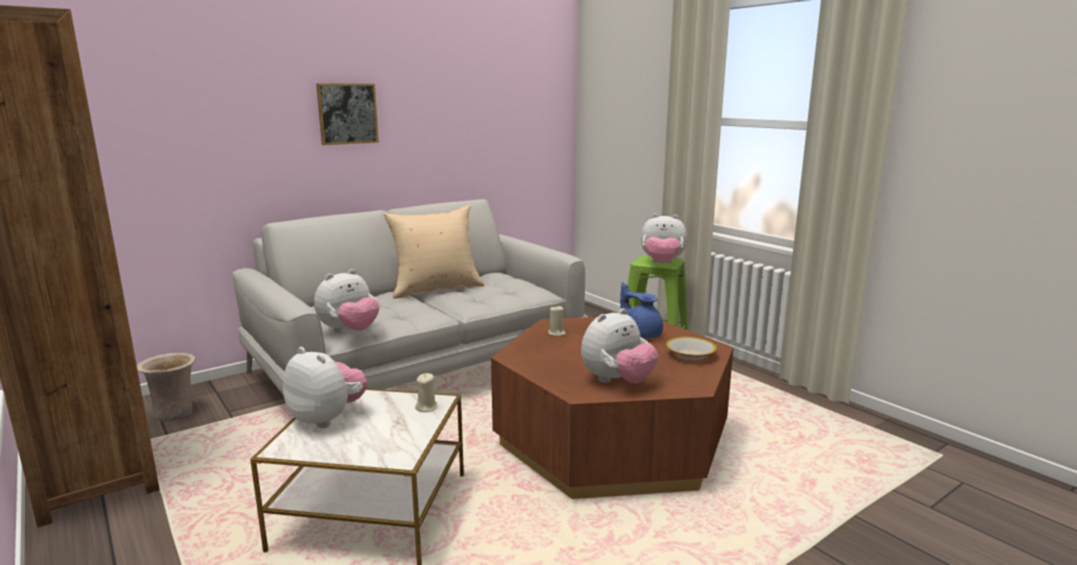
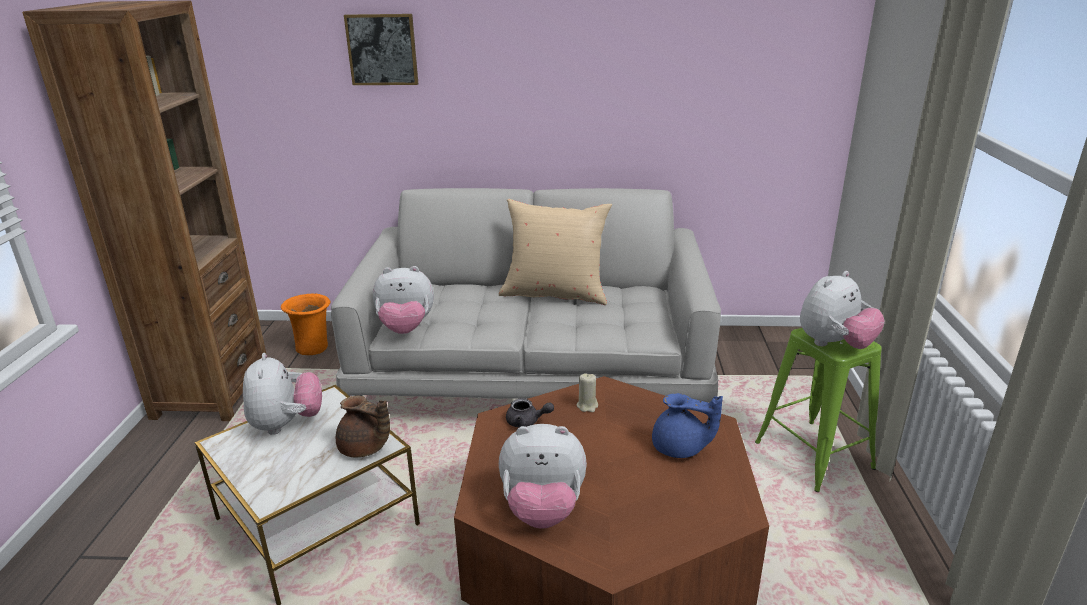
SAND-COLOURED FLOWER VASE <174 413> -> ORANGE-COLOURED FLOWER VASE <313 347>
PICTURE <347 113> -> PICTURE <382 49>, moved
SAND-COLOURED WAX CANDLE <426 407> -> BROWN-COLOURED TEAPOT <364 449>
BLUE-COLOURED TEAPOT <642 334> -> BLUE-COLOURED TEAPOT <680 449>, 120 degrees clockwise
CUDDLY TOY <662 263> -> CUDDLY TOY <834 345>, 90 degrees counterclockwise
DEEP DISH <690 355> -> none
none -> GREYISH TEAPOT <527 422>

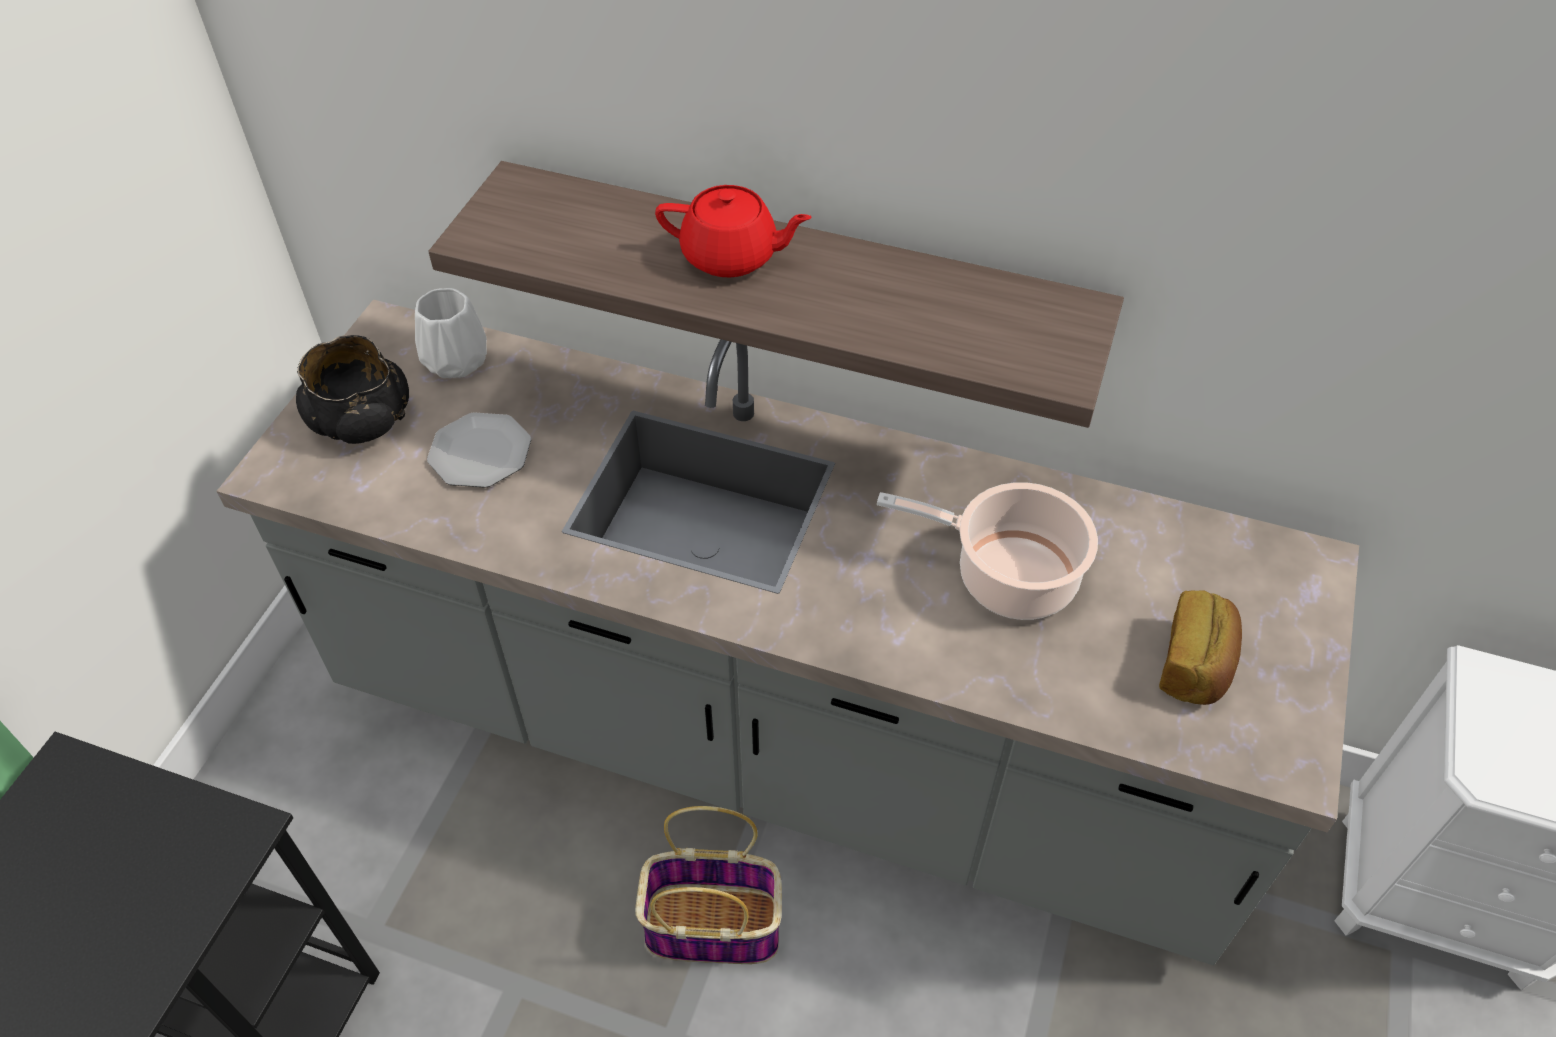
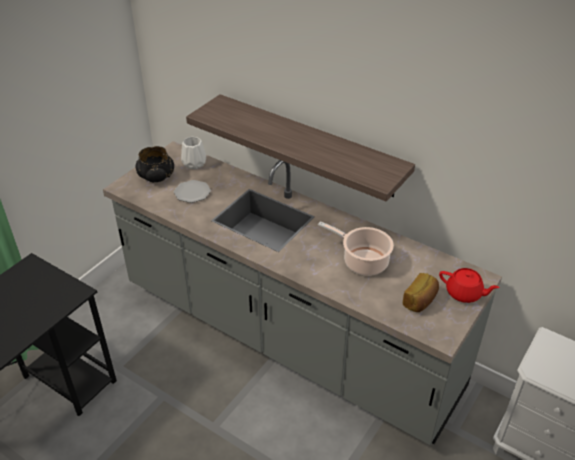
HOUSEHOLD BASKET <714 925> -> none
RED-COLOURED TEAPOT <731 256> -> RED-COLOURED TEAPOT <464 293>, moved

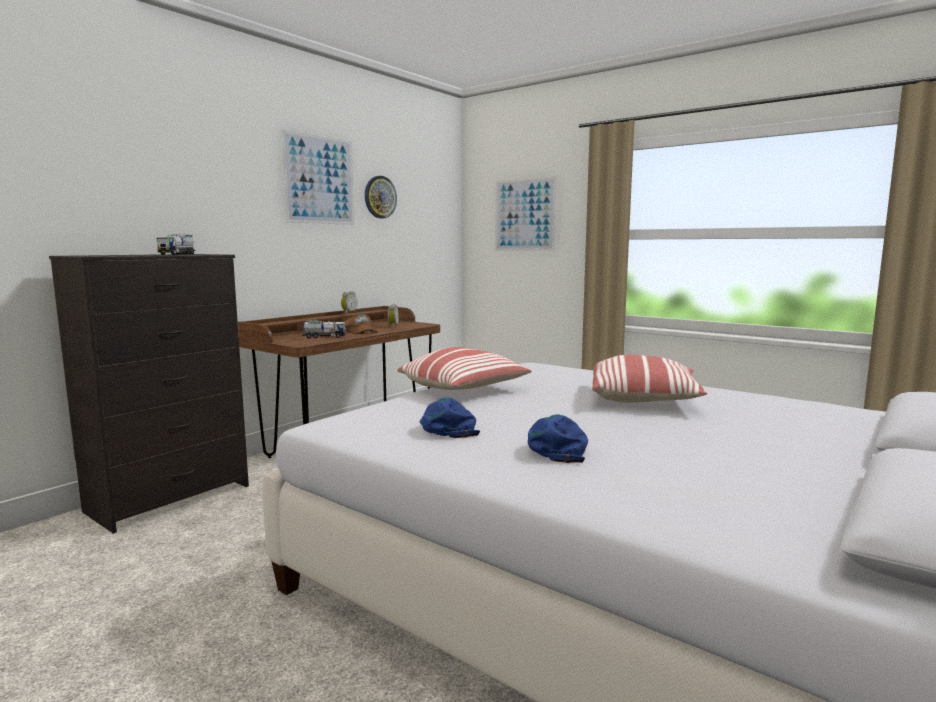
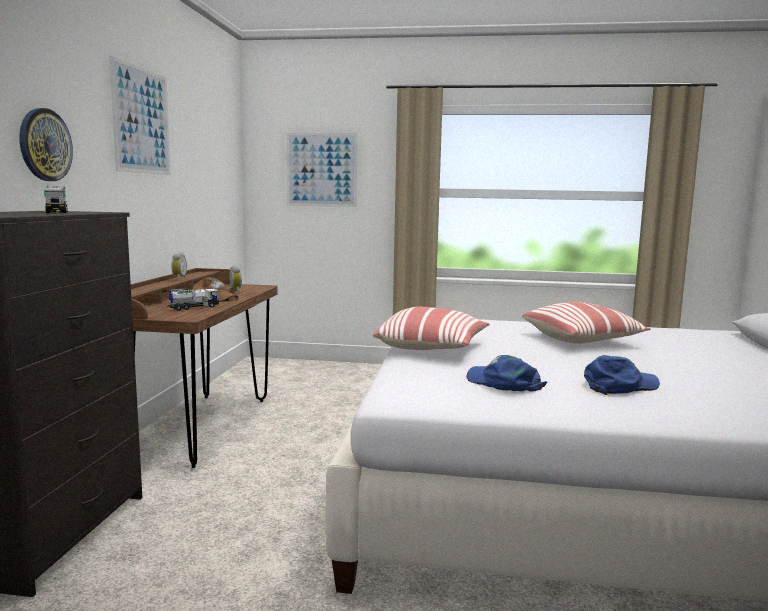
CLOCK ON THE WALL <380 197> -> CLOCK ON THE WALL <45 145>, moved
BLUE-COLOURED BASEBALL CAP <558 447> -> BLUE-COLOURED BASEBALL CAP <620 385>, 90 degrees clockwise

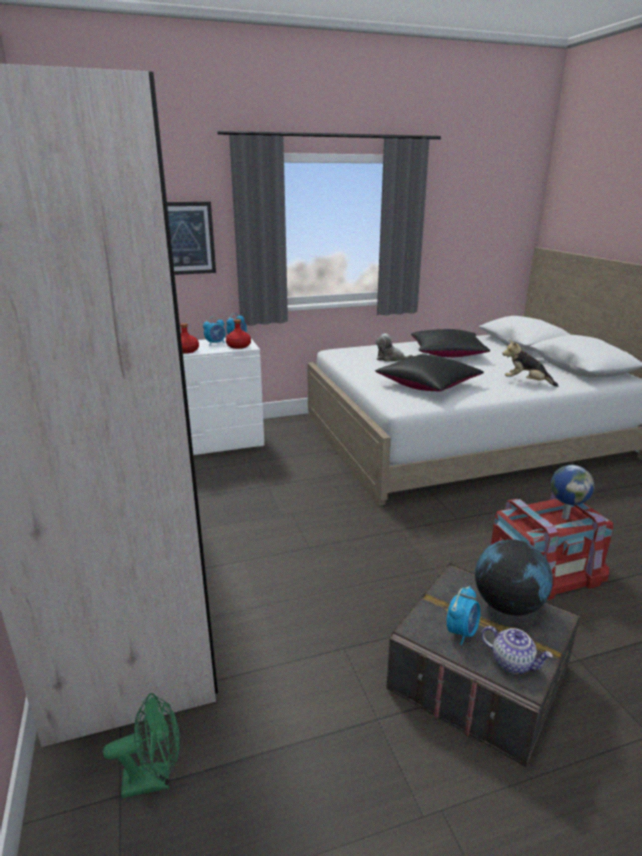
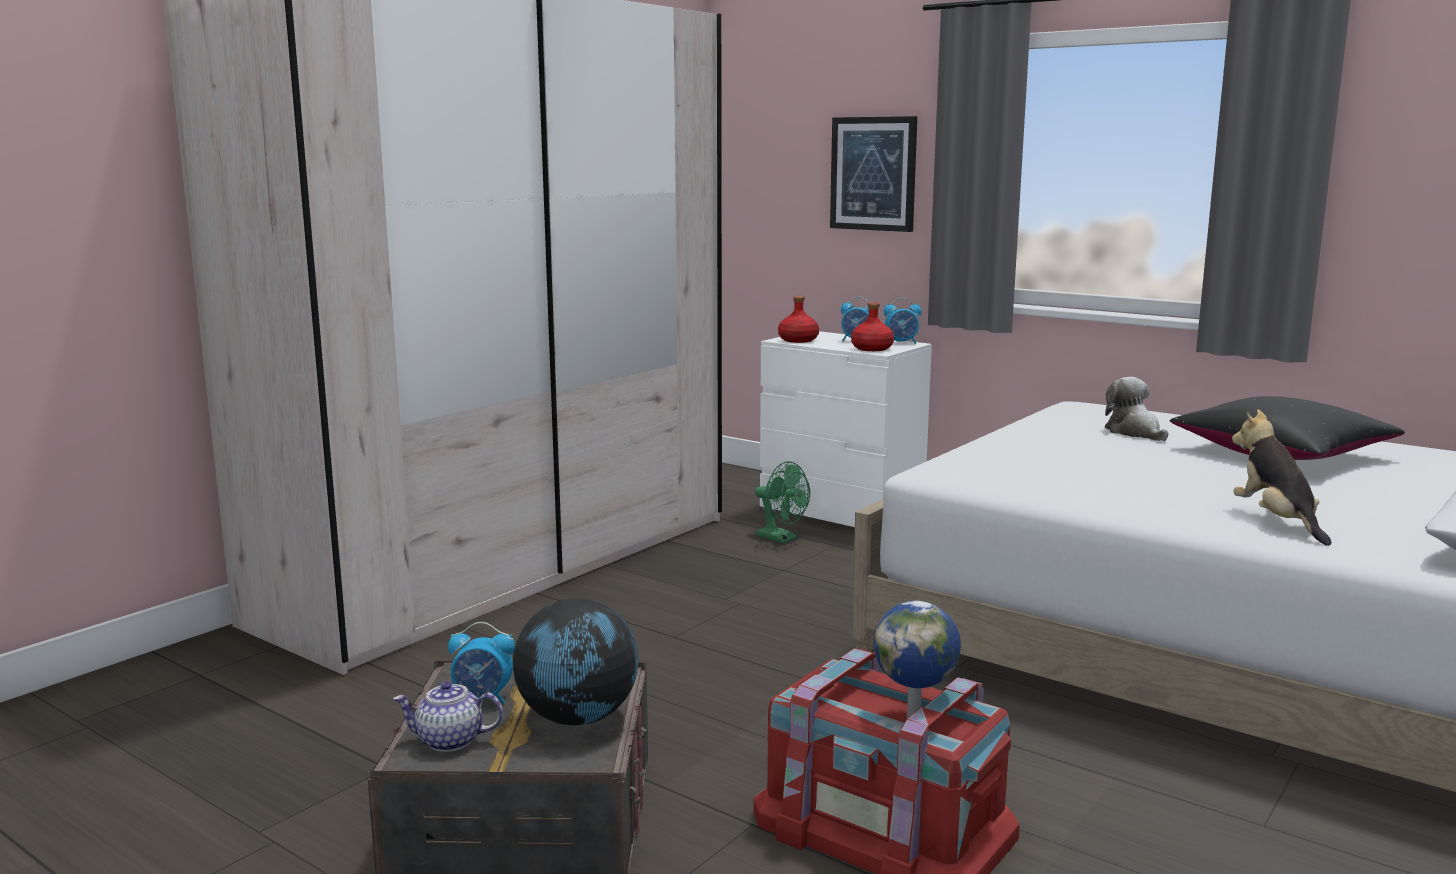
GREEN COOLING FAN <155 779> -> GREEN COOLING FAN <782 539>, moved
BLACK-COLOURED PILLOW <428 385> -> none
TEAPOT <512 662> -> TEAPOT <449 741>, 90 degrees clockwise

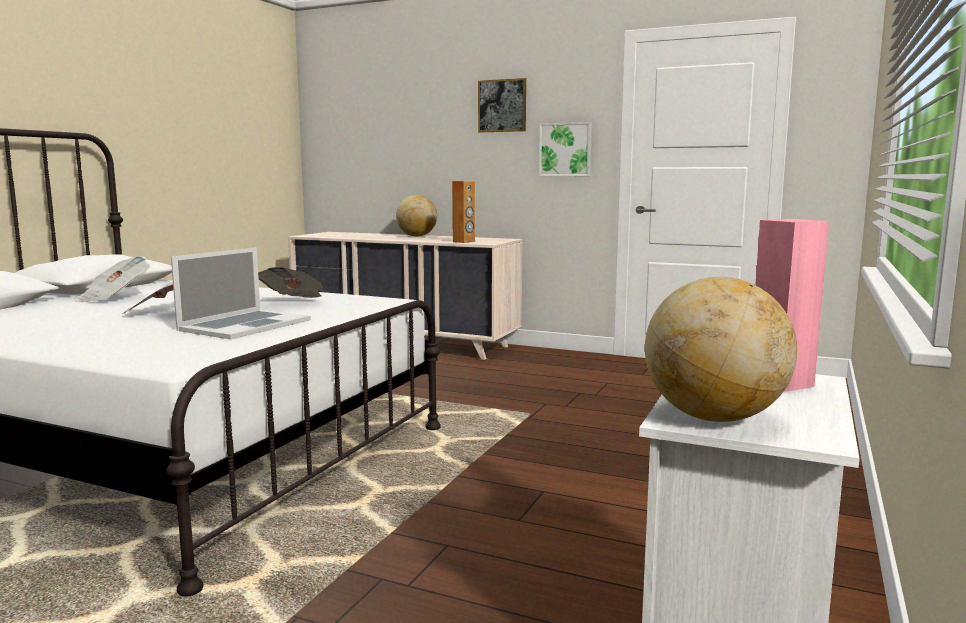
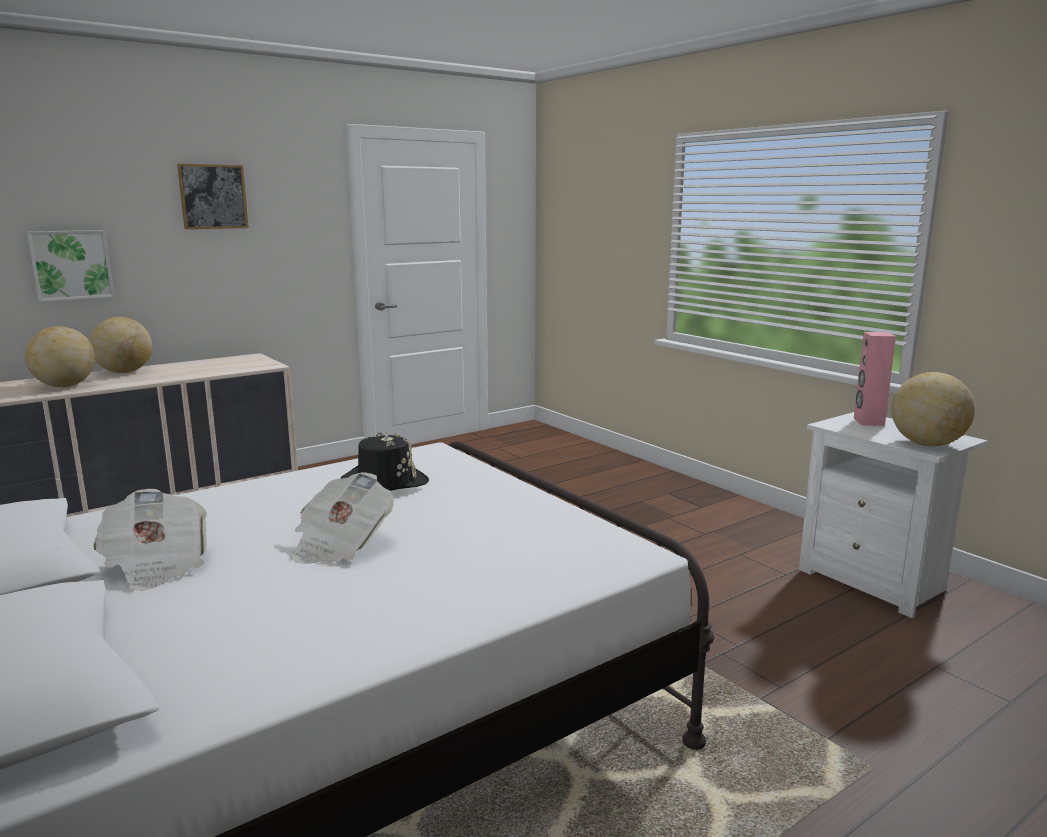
LAPTOP <245 325> -> none
NEWSPAPER <294 302> -> BLACK-COLOURED HAT <384 482>
BROWN-COLOURED LOUDSPEAKER <464 242> -> none
PICTURE <565 149> -> PICTURE <71 264>, moved
none -> WORLD GLOBE <65 386>

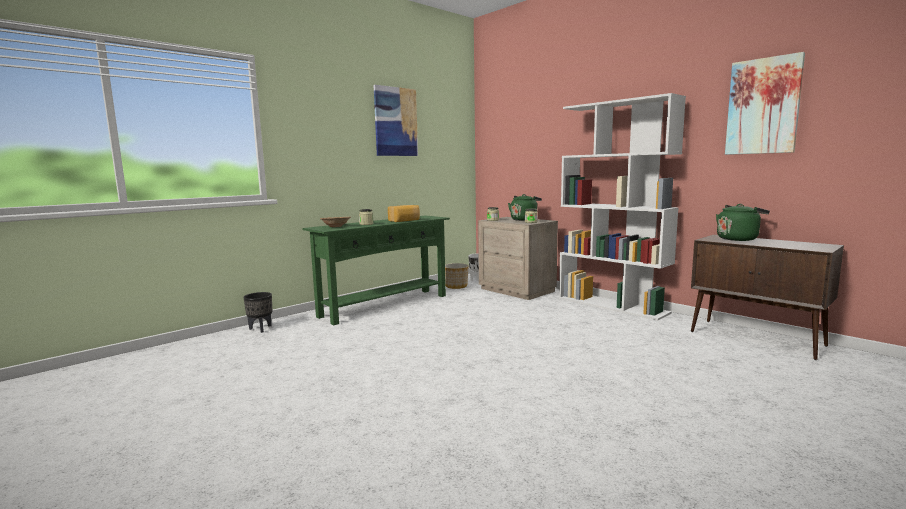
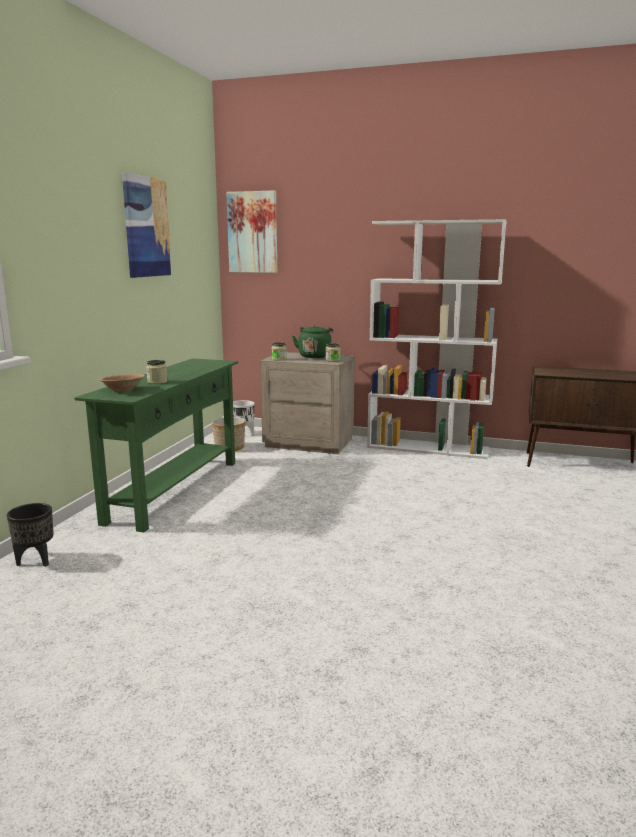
BREAD <404 220> -> none
GREEN TEA KETTLE <738 239> -> none
PICTURE <763 106> -> PICTURE <253 232>, moved

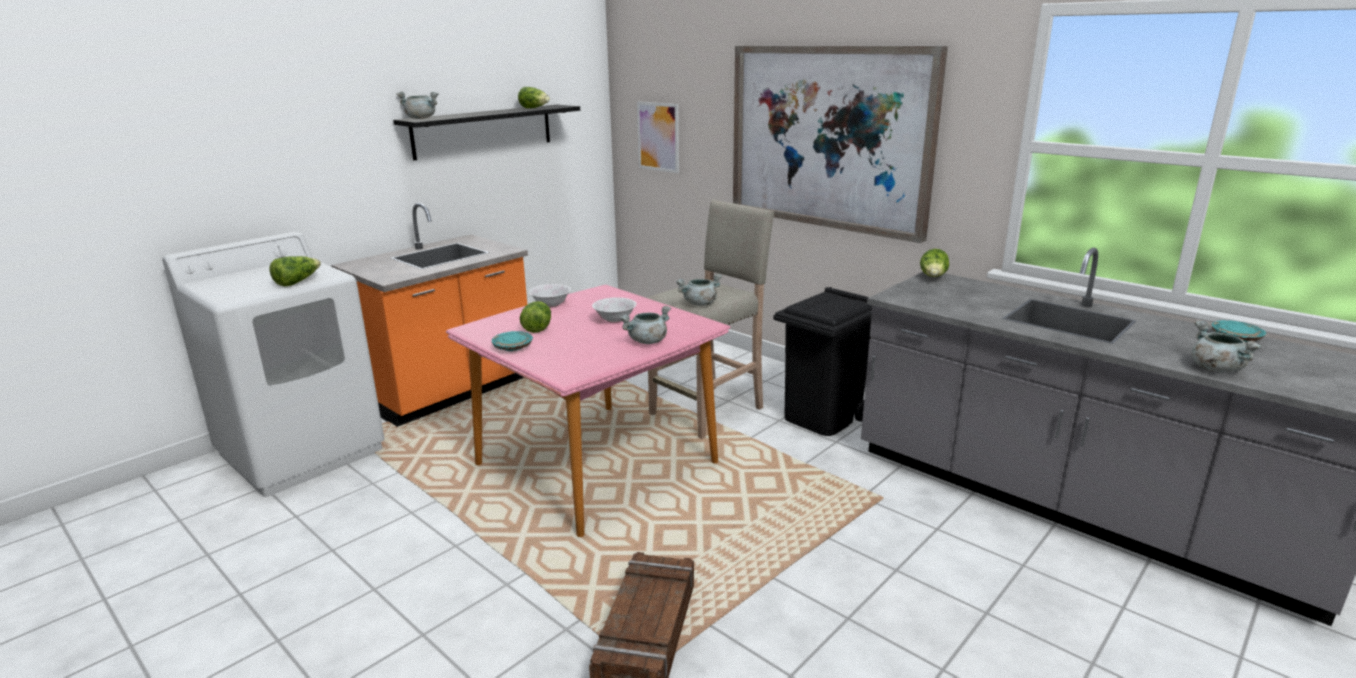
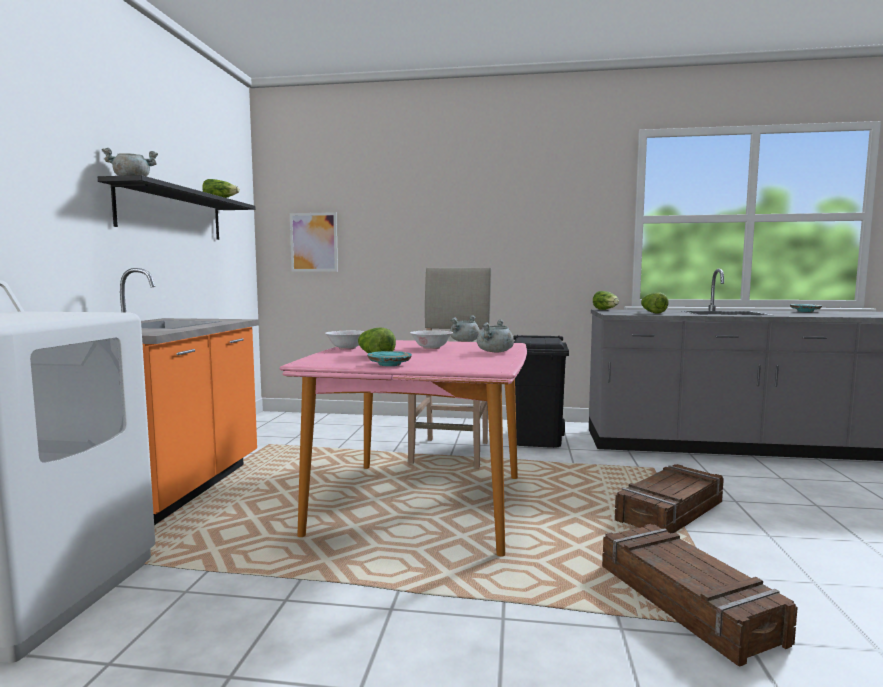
LETTUCE <297 282> -> LETTUCE <652 312>, moved
PICTURE <829 138> -> none
GREYISH COOKING POT <1215 369> -> none
none -> SHIPPING CRATE <671 512>

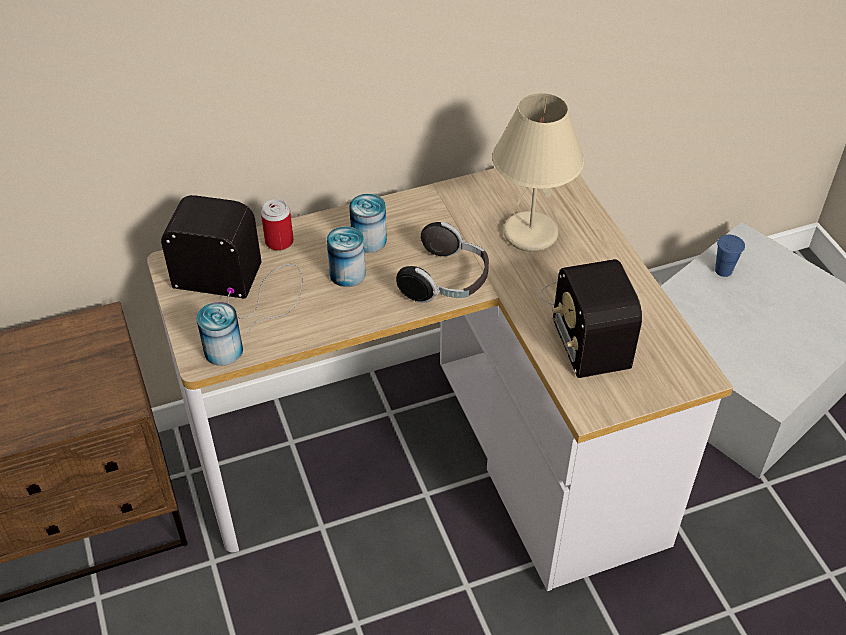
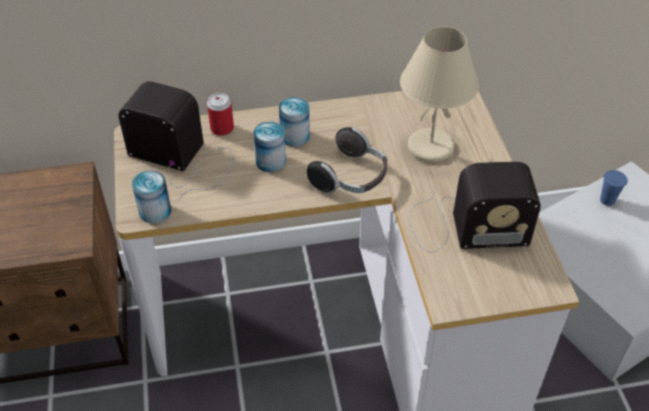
RADIO SET <588 320> -> RADIO SET <463 226>, 90 degrees counterclockwise

